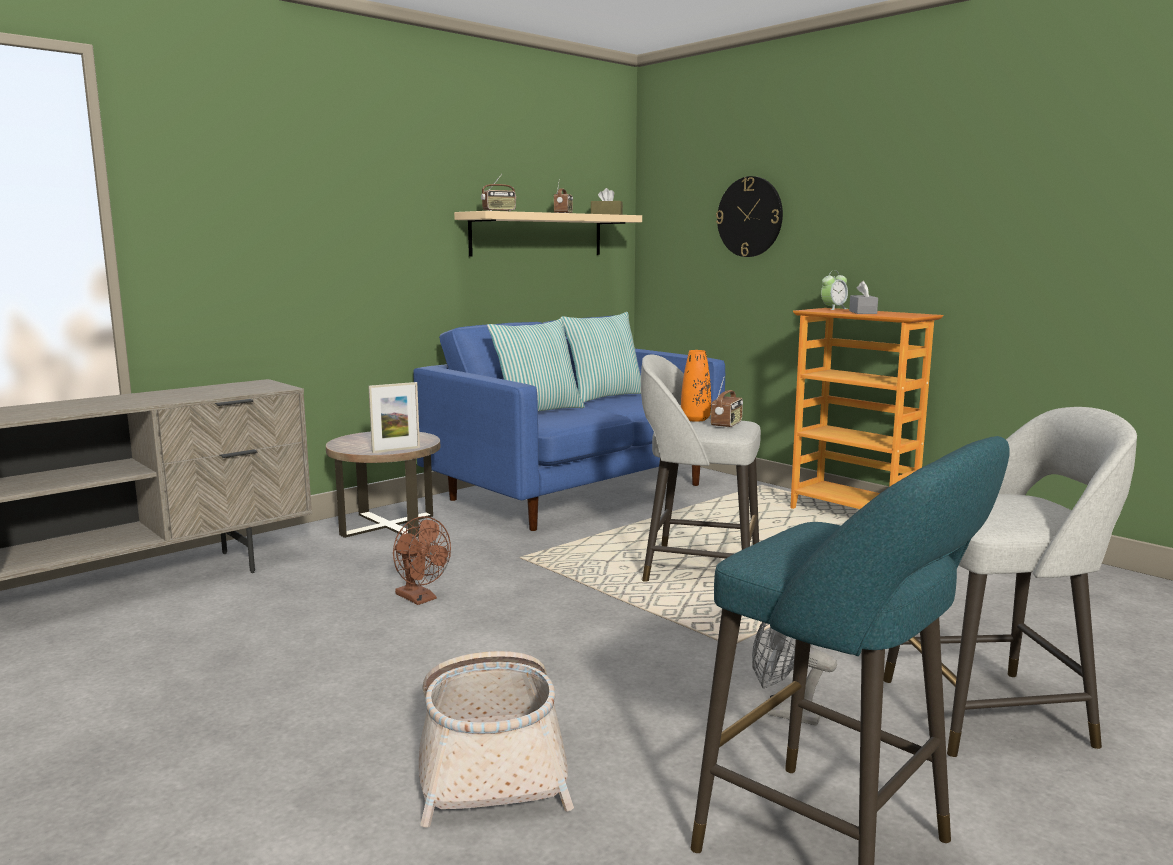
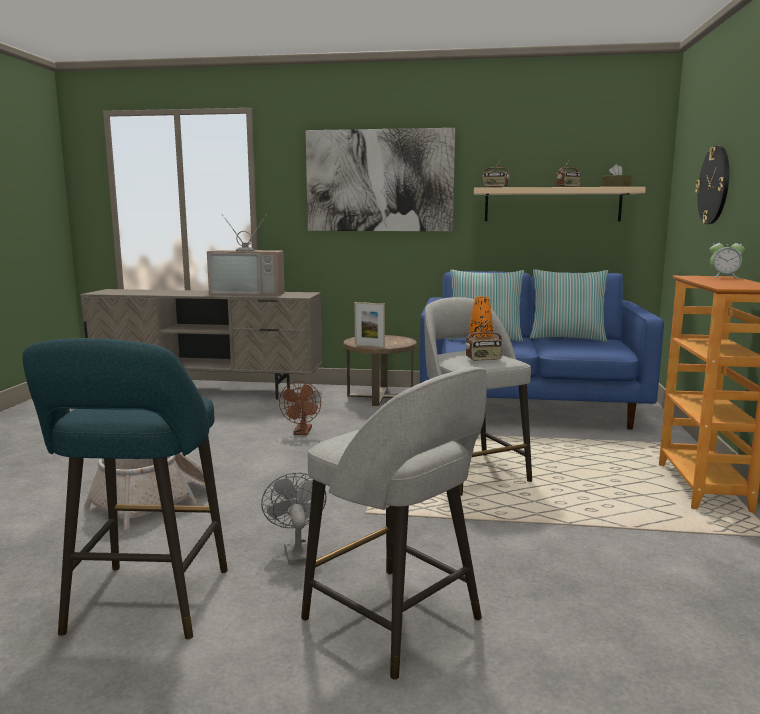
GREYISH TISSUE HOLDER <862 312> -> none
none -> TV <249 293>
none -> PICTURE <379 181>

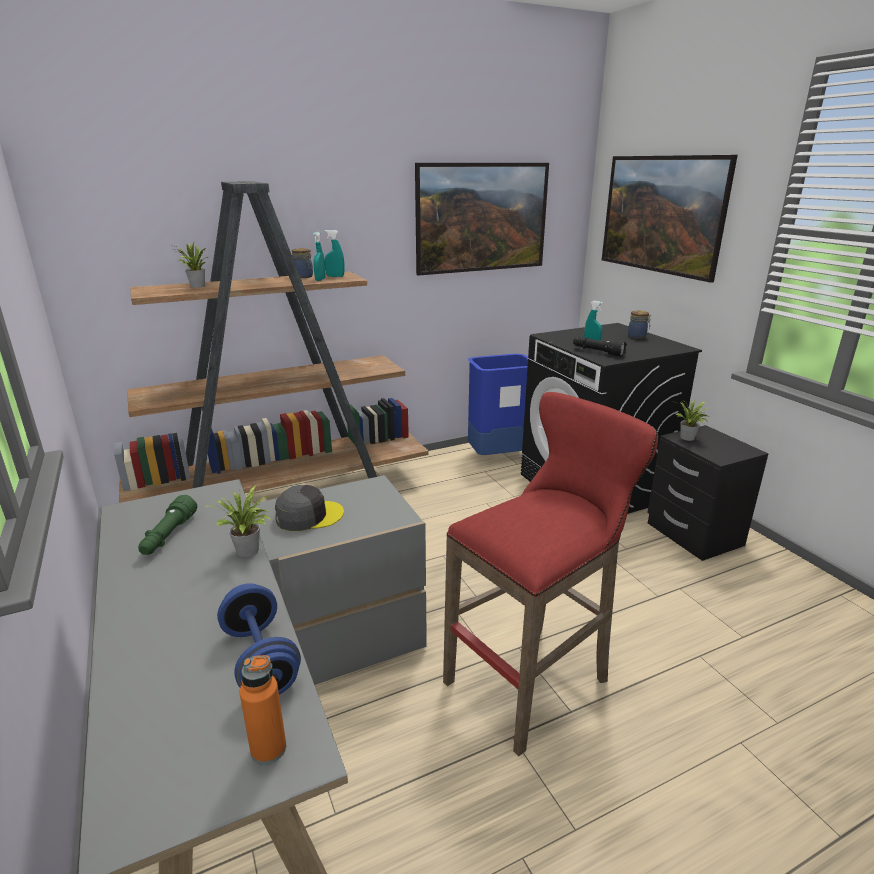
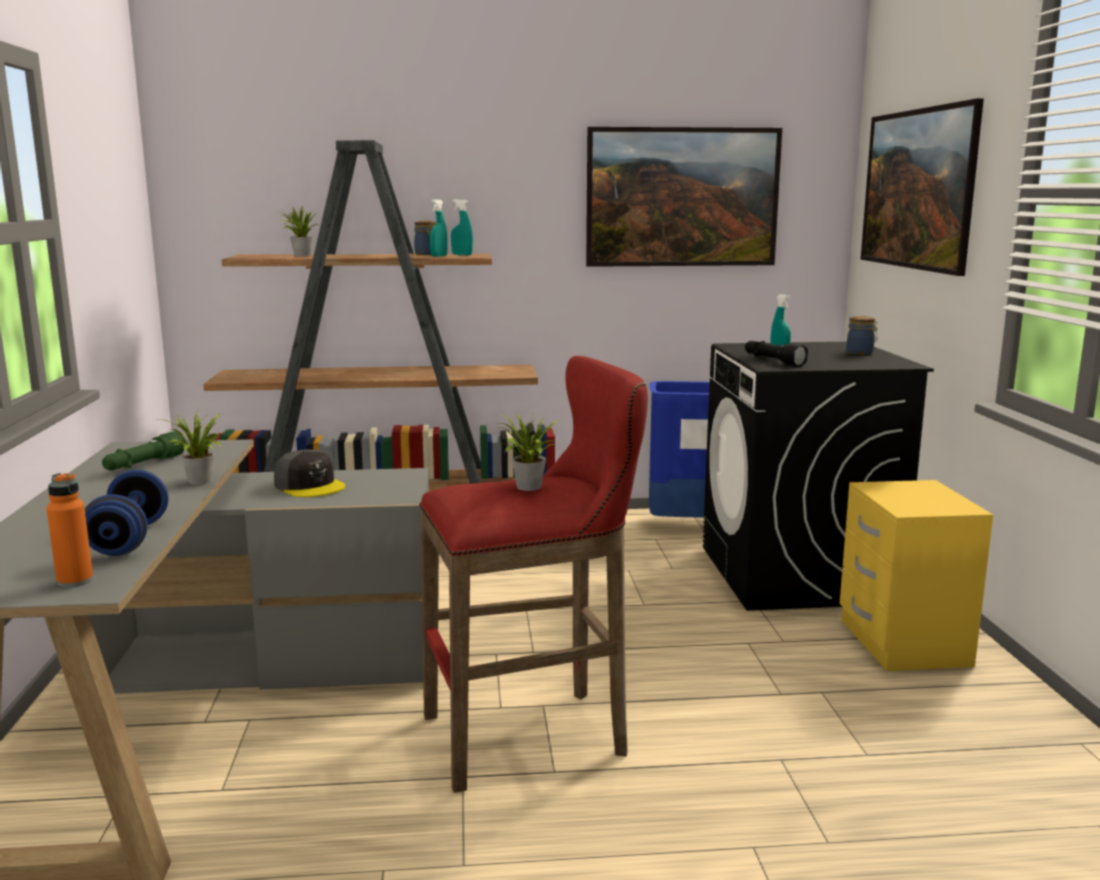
GREYISH BASEBALL CAP <308 516> -> GREYISH BASEBALL CAP <310 486>, 45 degrees clockwise
BLACK-COLOURED NIGHT TABLE <694 534> -> YELLOWISH NIGHT TABLE <903 643>
HOUSEPLANT <687 438> -> HOUSEPLANT <527 488>, moved

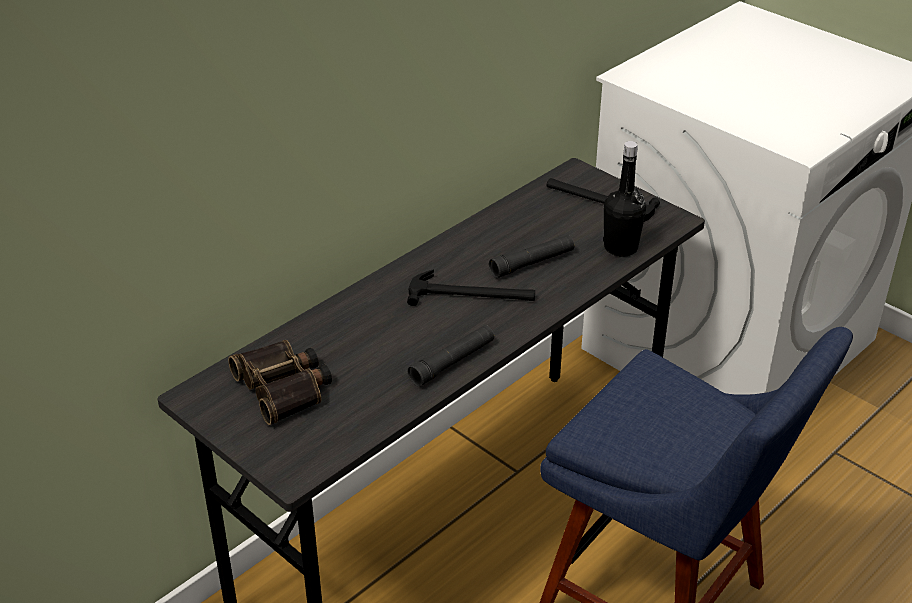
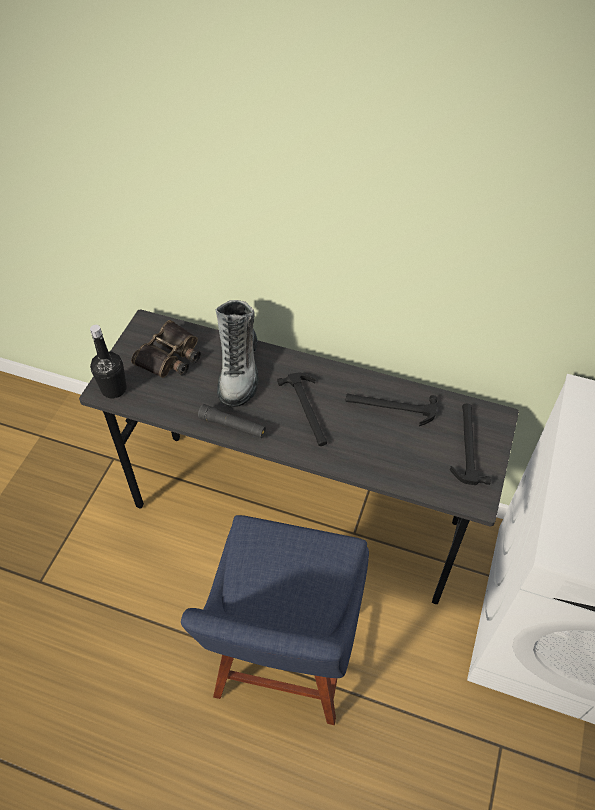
BLACK-COLOURED TORCH <532 263> -> none
BLACK-COLOURED DRINK BOTTLE <620 247> -> BLACK-COLOURED DRINK BOTTLE <114 389>, moved
none -> HIGH-TOP BOOT <239 370>
none -> TOOL HAMMER <390 407>

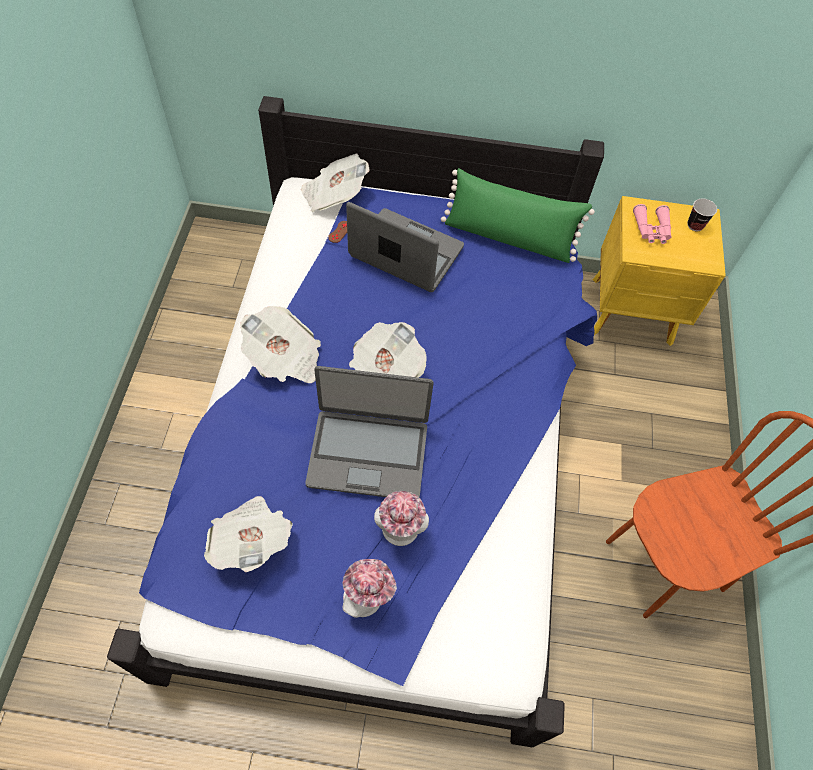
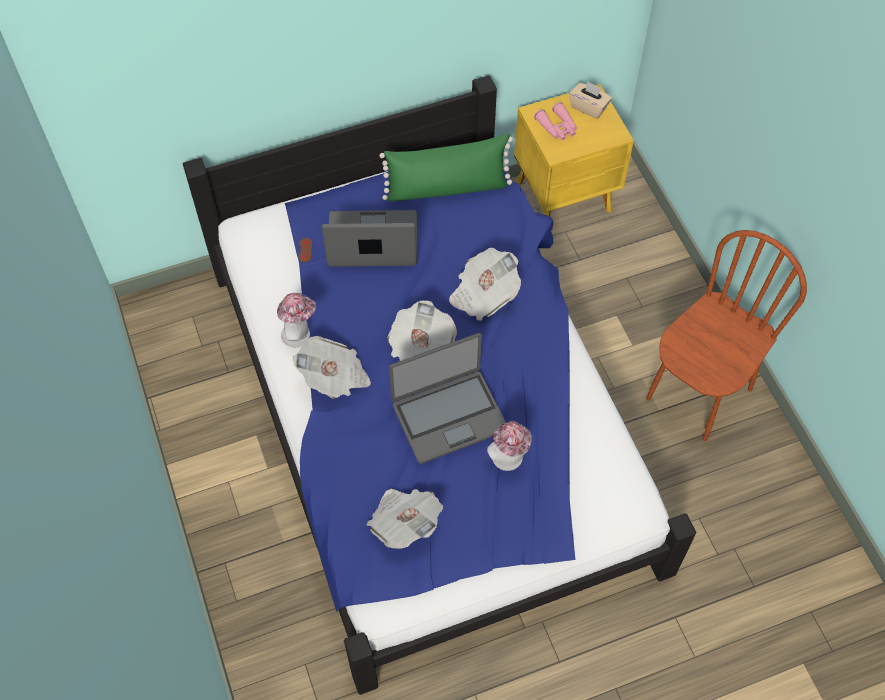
NEWSPAPER <334 195> -> NEWSPAPER <483 294>, moved
HAT <368 599> -> HAT <299 334>, moved
SMALL CUP <695 225> -> SAND-COLOURED TISSUE HOLDER <589 107>

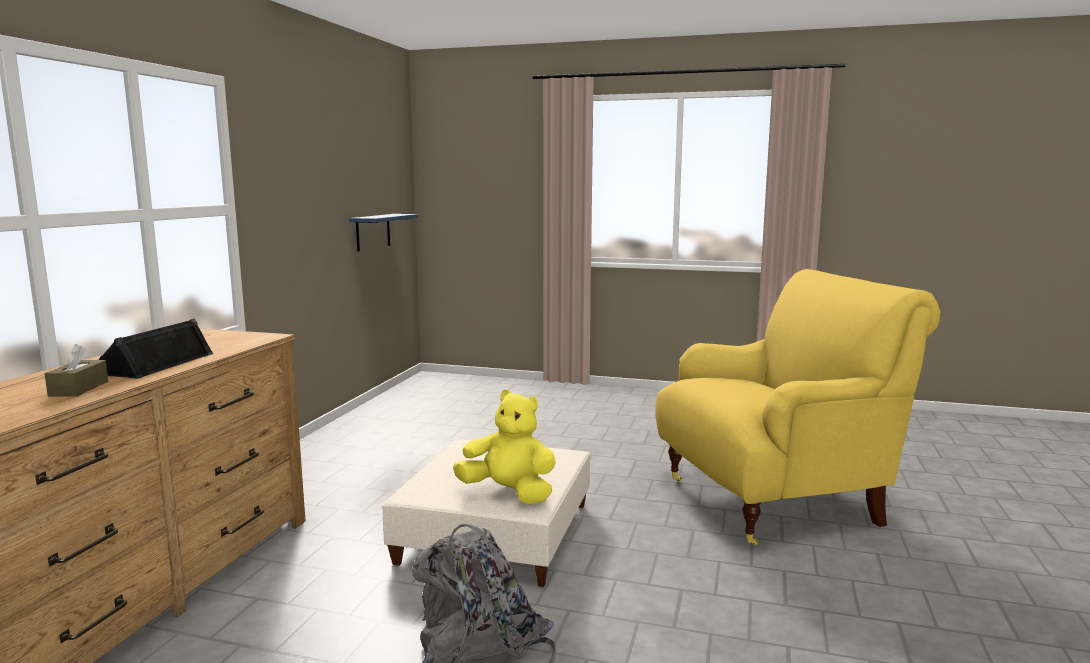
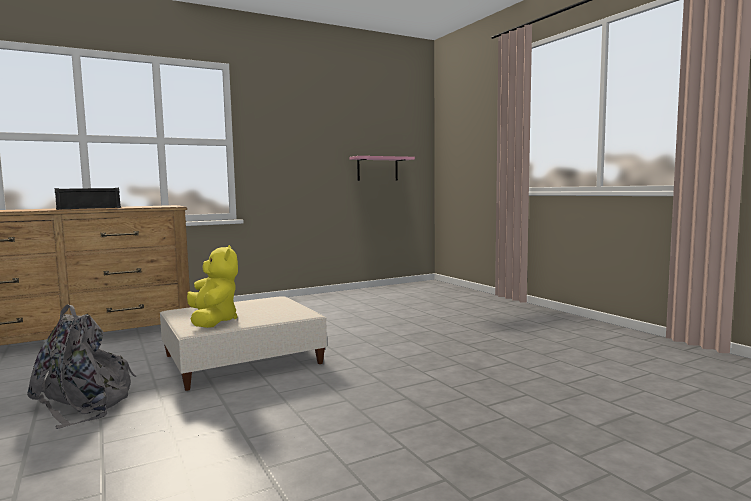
BROWN-COLOURED TISSUE HOLDER <79 388> -> none
BLUE-COLOURED BRACKET SHELF <373 232> -> PINKISH BRACKET SHELF <377 169>
YELLOWISH ARMCHAIR <774 501> -> none

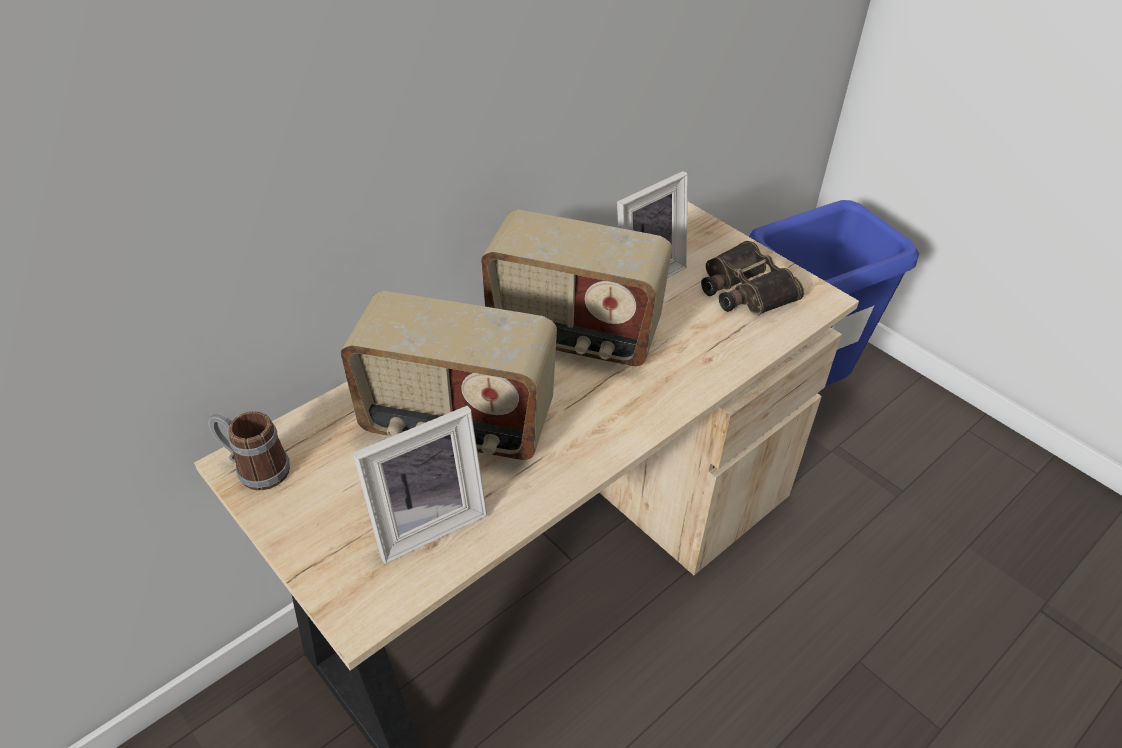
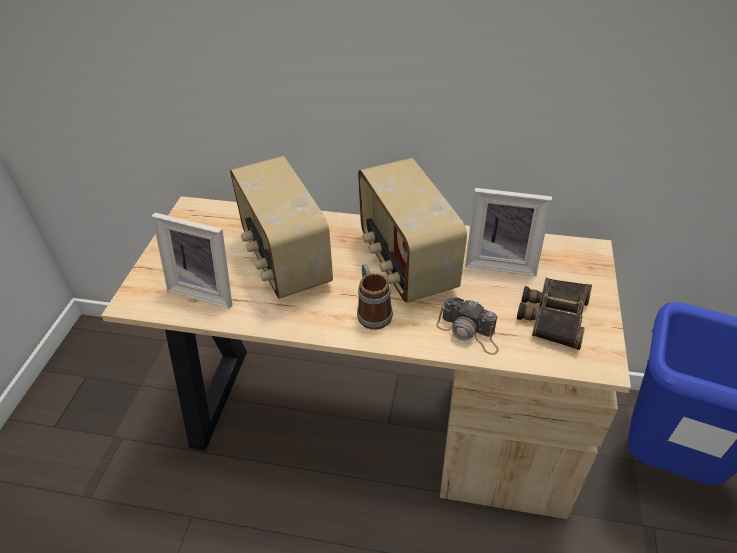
MUG <255 468> -> MUG <372 311>, moved
none -> PHOTO CAMERA <469 332>

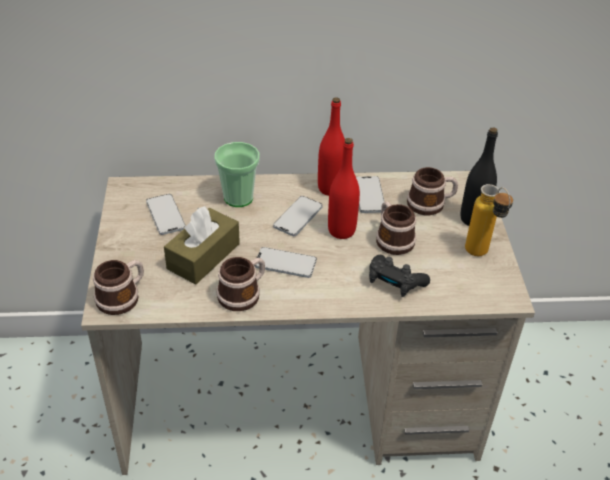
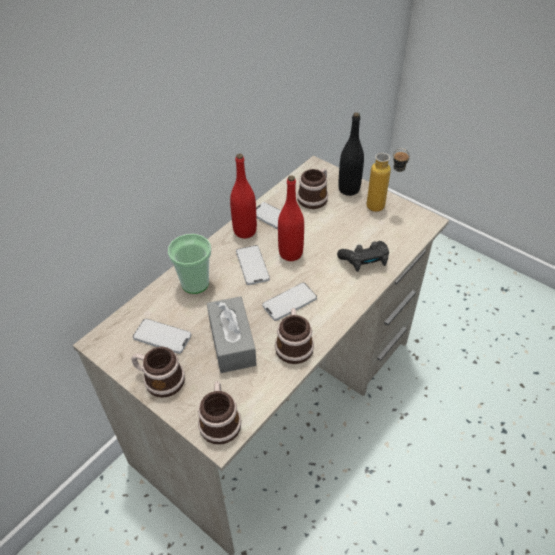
BROWN-COLOURED TISSUE HOLDER <203 256> -> GREYISH TISSUE HOLDER <232 342>
MUG <392 238> -> MUG <159 379>, moved

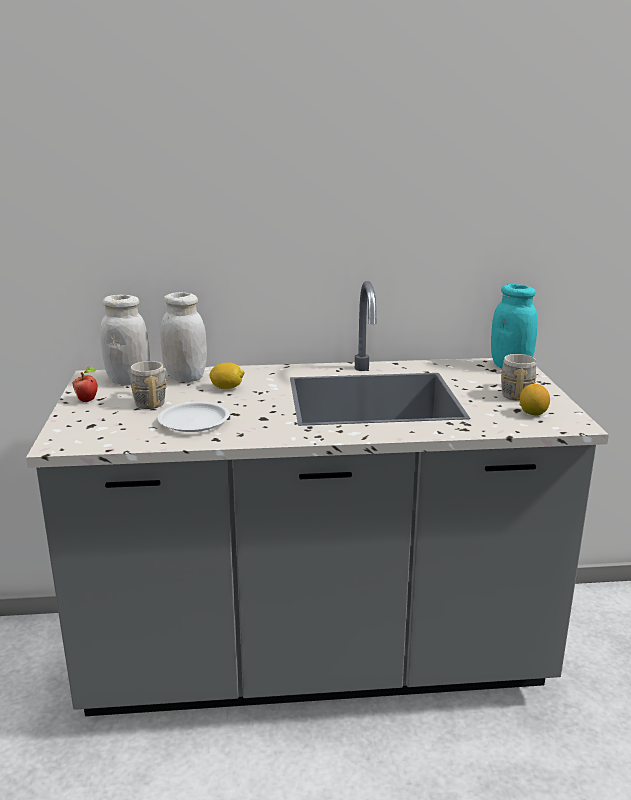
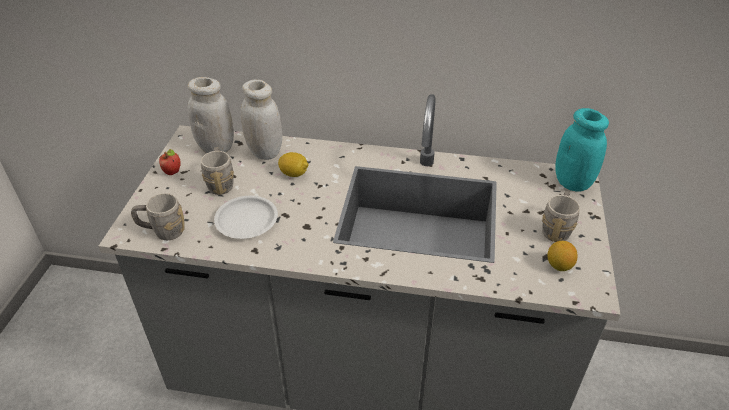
none -> GREYISH MUG <162 231>

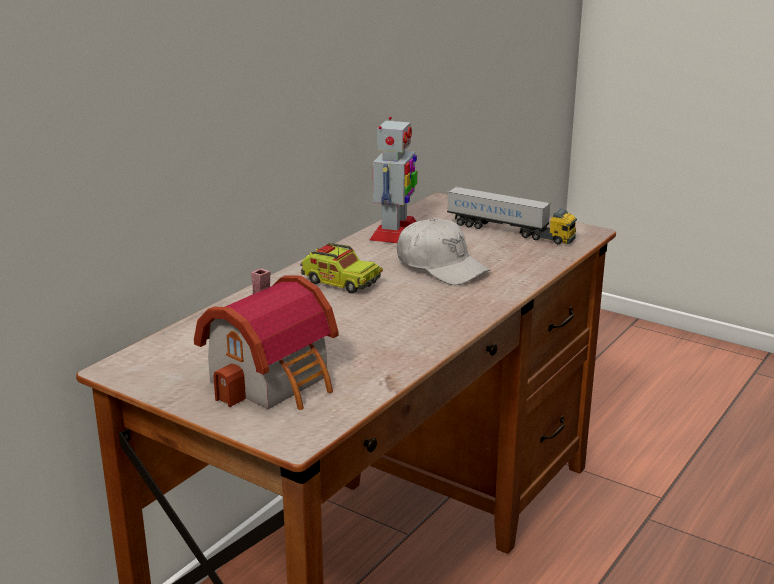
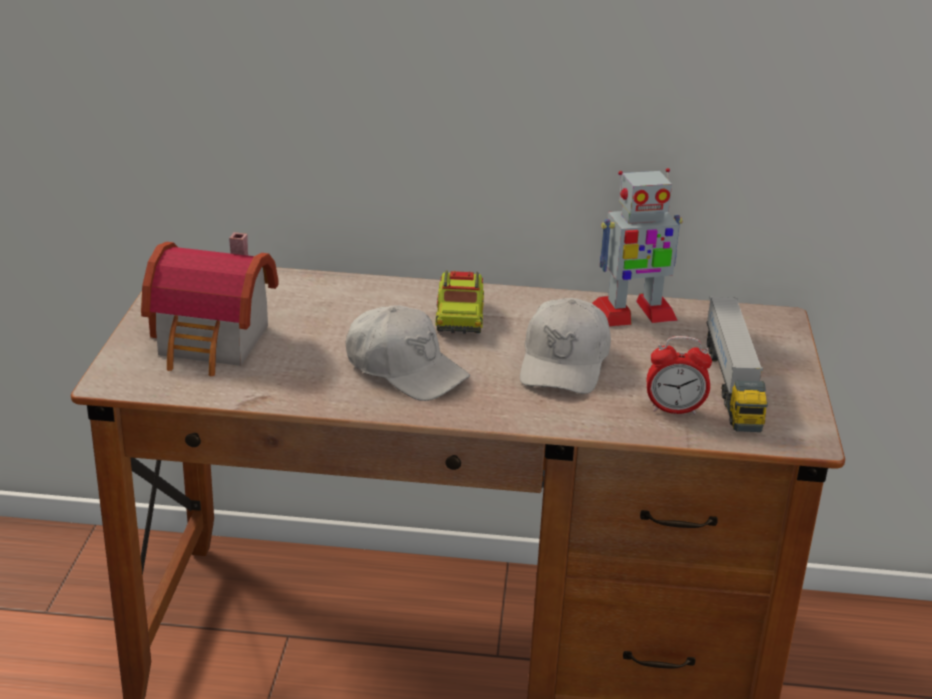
none -> WHITE BASEBALL CAP <405 370>
none -> ALARM CLOCK <674 410>

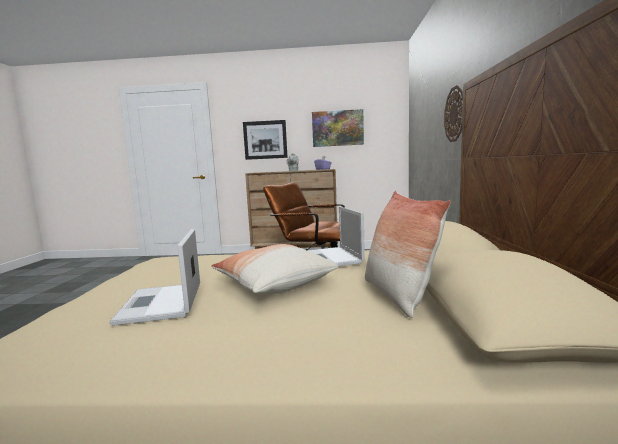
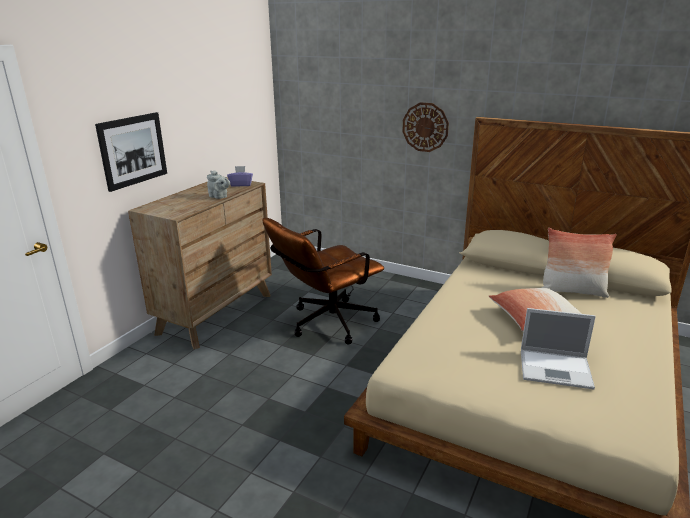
LAPTOP <331 258> -> none
PICTURE <337 128> -> none

